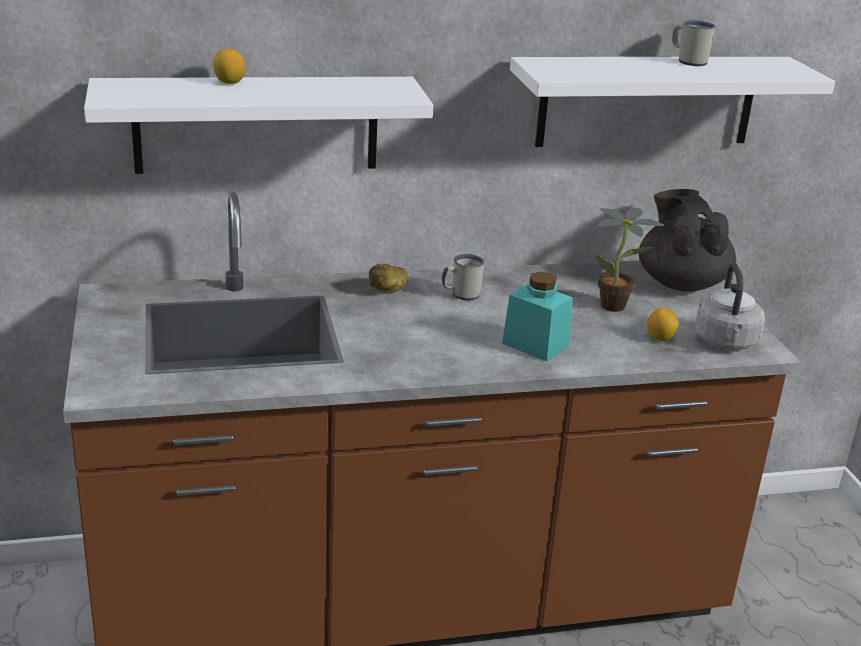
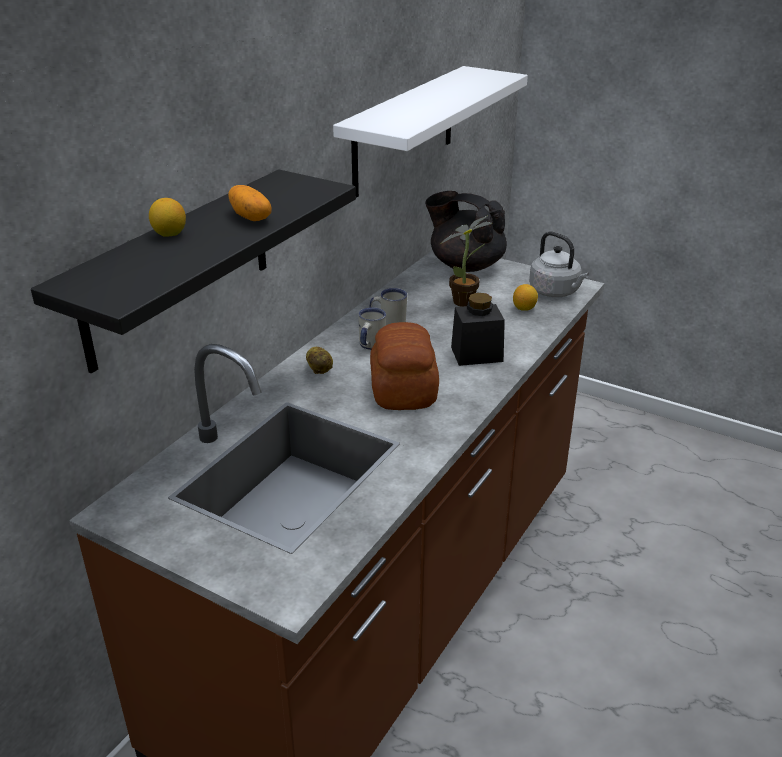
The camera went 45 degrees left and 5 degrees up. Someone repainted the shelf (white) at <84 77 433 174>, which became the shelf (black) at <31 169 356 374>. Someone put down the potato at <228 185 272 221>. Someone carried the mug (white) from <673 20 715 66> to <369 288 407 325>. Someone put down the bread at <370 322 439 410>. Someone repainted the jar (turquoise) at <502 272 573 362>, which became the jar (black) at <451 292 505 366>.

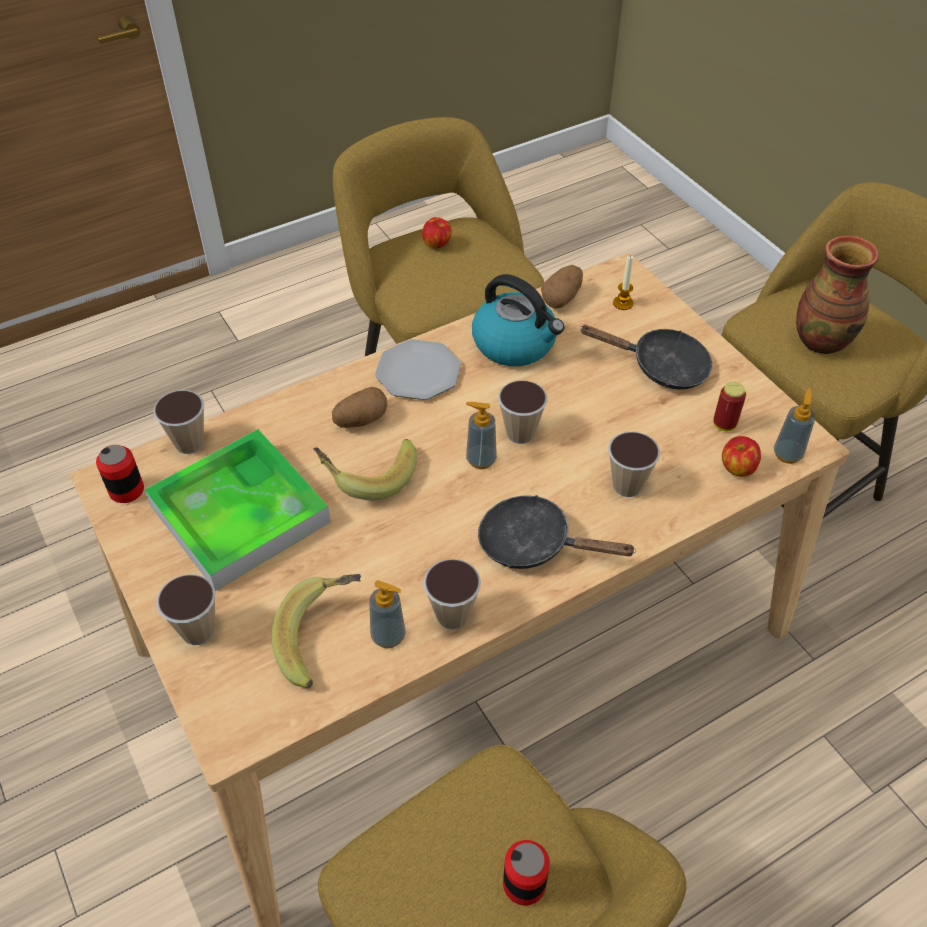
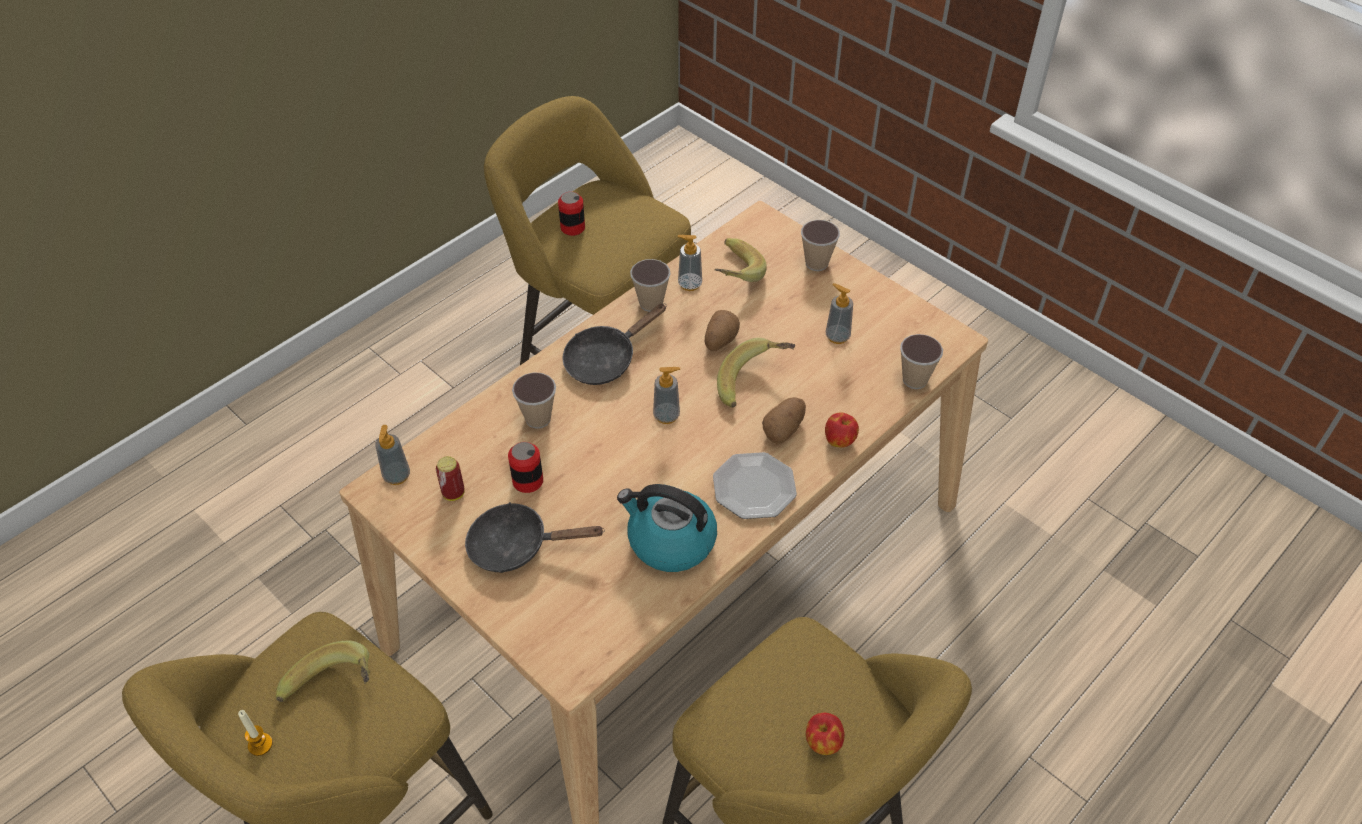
The camera went 165 degrees right and 0 degrees up. Someone carried the candle from <613 255 633 310> to <238 710 273 756>. Someone swapped the vase at <796 235 879 354> for the banana at <276 641 370 702>. Someone carried the can from <96 445 144 503> to <508 442 543 493>. Someone rotated the frying pan (black) at <478 495 636 569> by 135 degrees clockwise. Someone carried the potato from <541 265 583 309> to <705 310 740 351>. Someone carried the apple from <722 436 761 477> to <825 413 859 448>. Someone swapped the tray at <145 429 331 591> for the soap dispenser at <826 283 853 344>. Someone took away the cup at <498 380 548 444>.

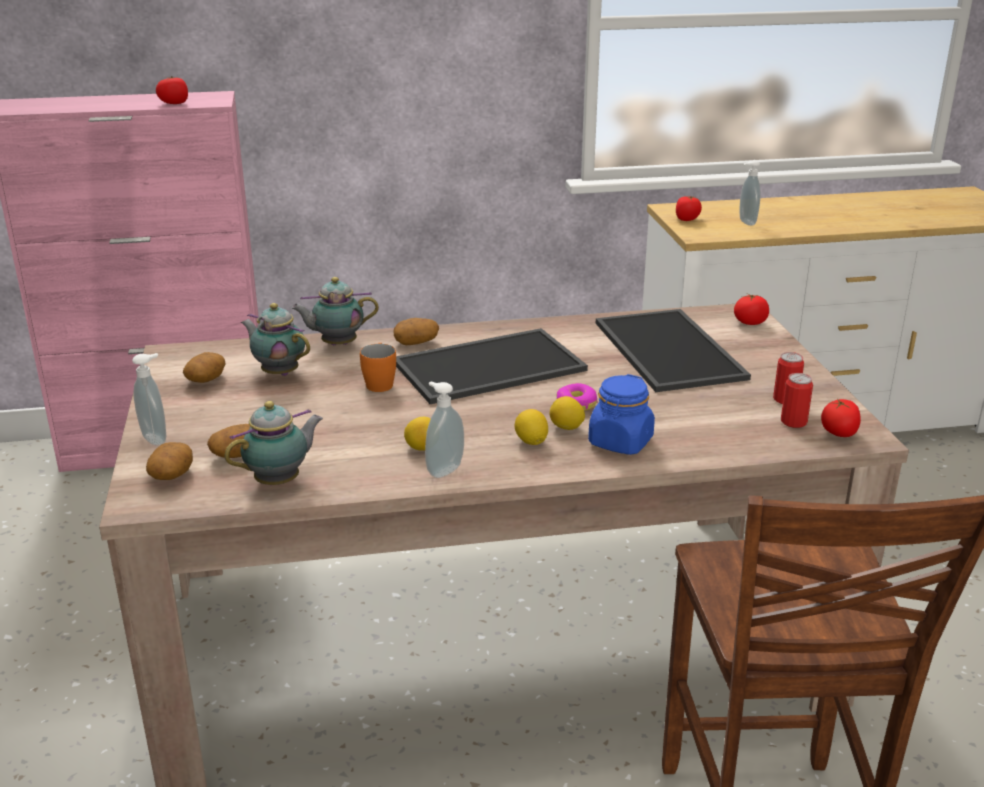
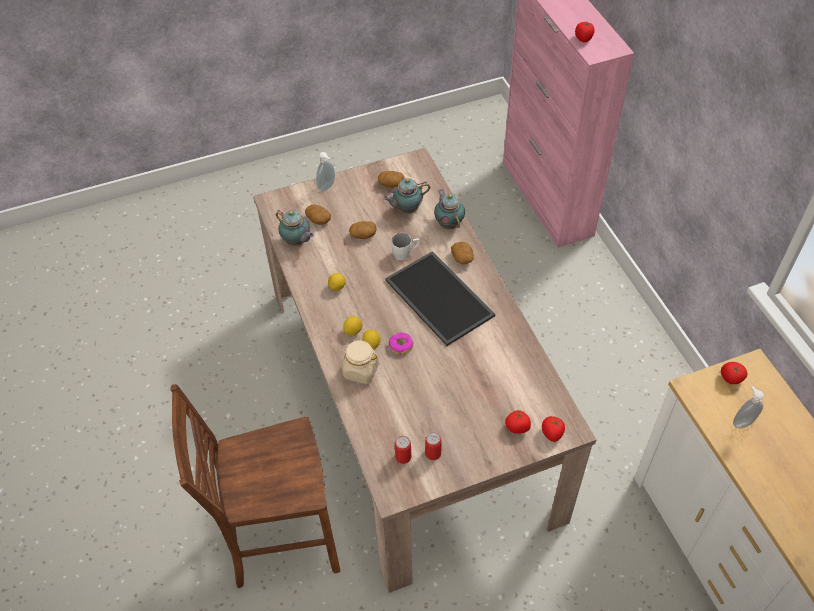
The camera went 80 degrees right and 25 degrees up. Someone repainted the jar (blue) at <588 374 655 455>, which became the jar (beige) at <339 340 380 384>. Someone carried the potato from <146 442 193 480> to <349 221 377 239>. Someone rotated the teapot at <241 303 310 376> by 135 degrees counterclockwise. Someone repainted the mug (orange) at <360 343 396 392>, which became the mug (white) at <391 233 420 260>. Someone carried the tomato from <821 399 861 437> to <505 409 531 434>. Someone took away the soap dispenser at <425 381 464 478>. Someone took away the tray at <596 309 751 392>.

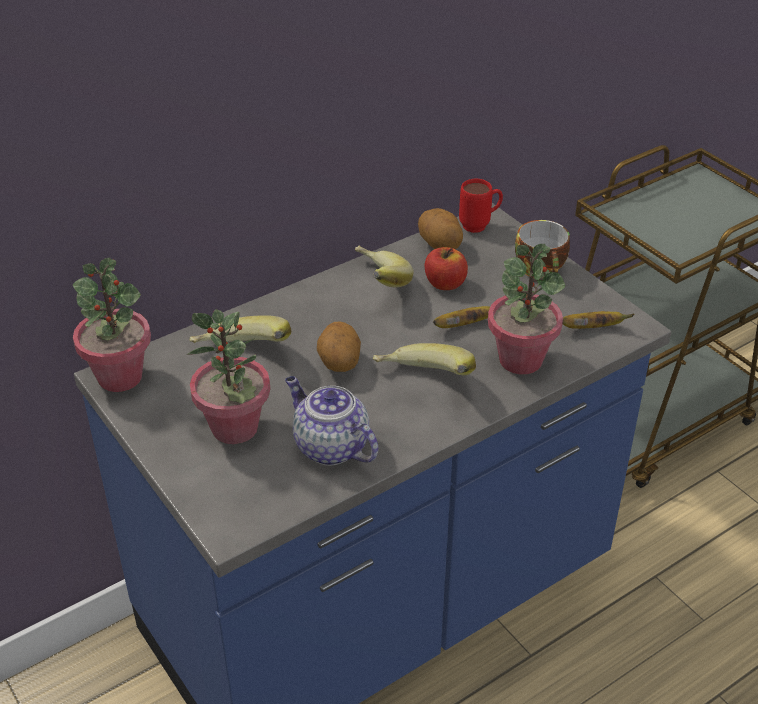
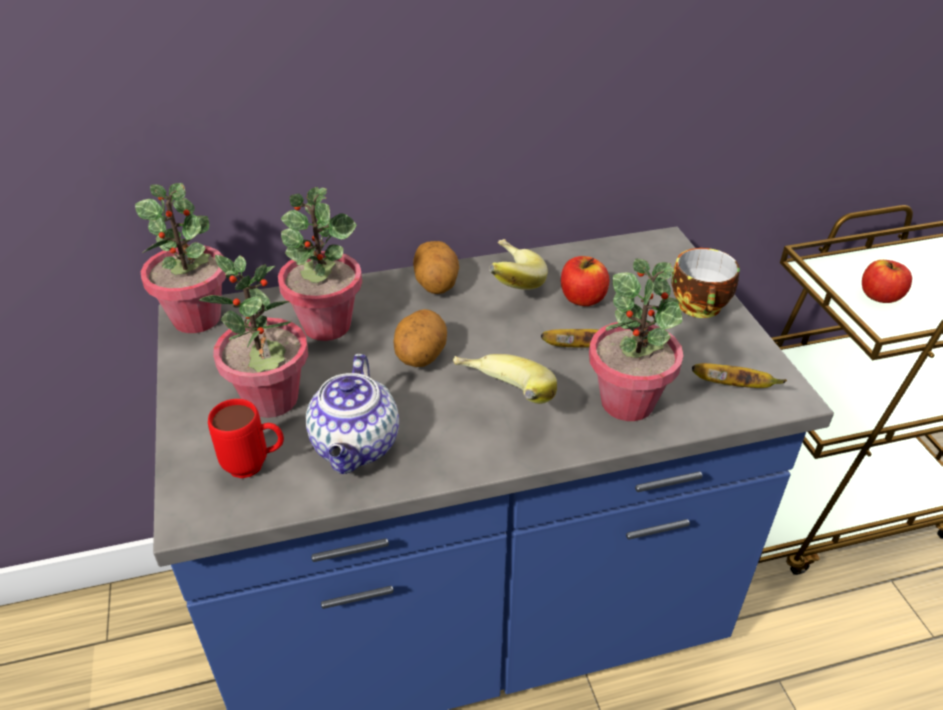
The camera went 20 degrees right and 0 degrees up. Someone carried the mug (red) from <459 179 503 233> to <208 399 284 478>. Someone swapped the banana at <189 315 291 343> for the potted plant at <278 187 362 341>. Someone rotated the teapot at <285 376 378 466> by 150 degrees counterclockwise. Someone carried the potato from <418 208 463 249> to <413 241 459 294>. Someone put down the apple at <862 260 912 303>.

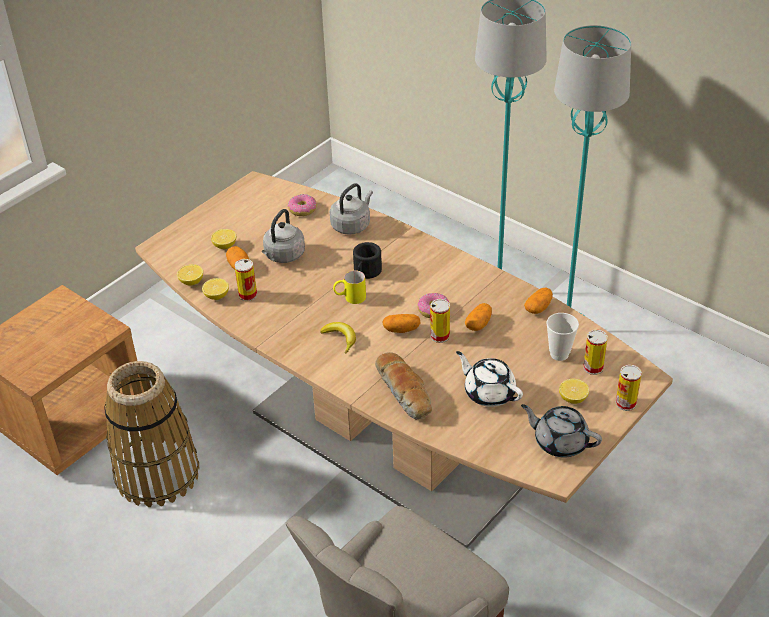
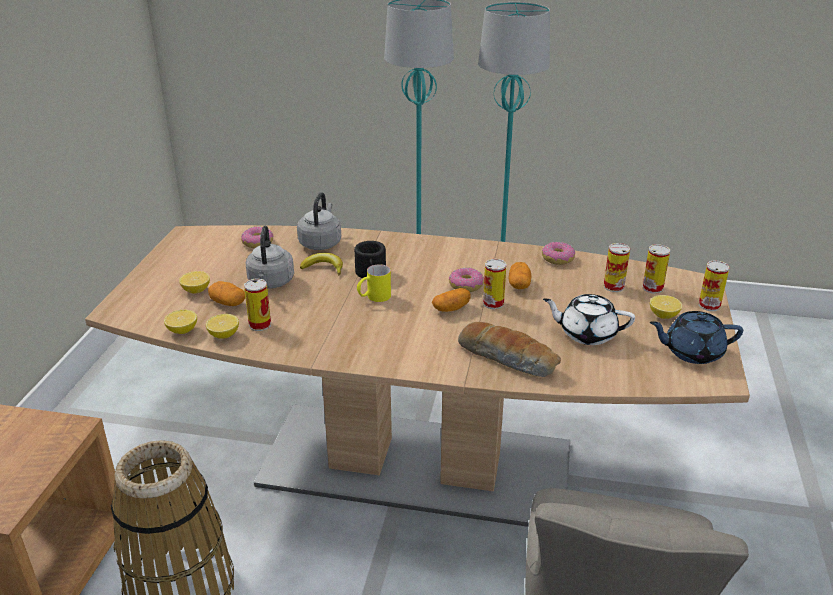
The camera went 30 degrees left and 10 degrees down. Someone carried the banana from <320 322 356 354> to <300 253 343 276>. Someone swapped the potato at <524 287 553 314> for the donut at <542 242 575 265>. Someone swapped the cup at <546 313 579 361> for the can at <604 243 630 292>. Someone repainted the teapot (grey) at <521 404 602 458>, which became the teapot (blue) at <650 311 743 364>.

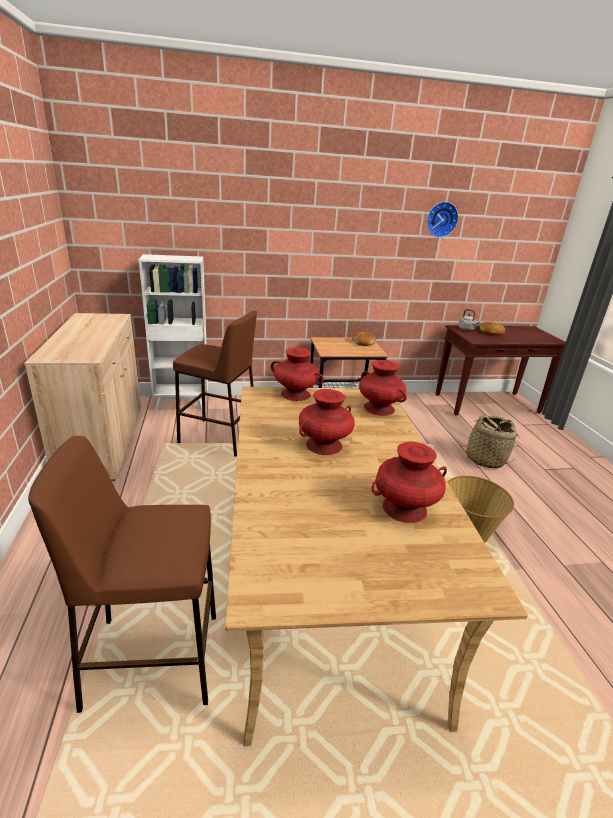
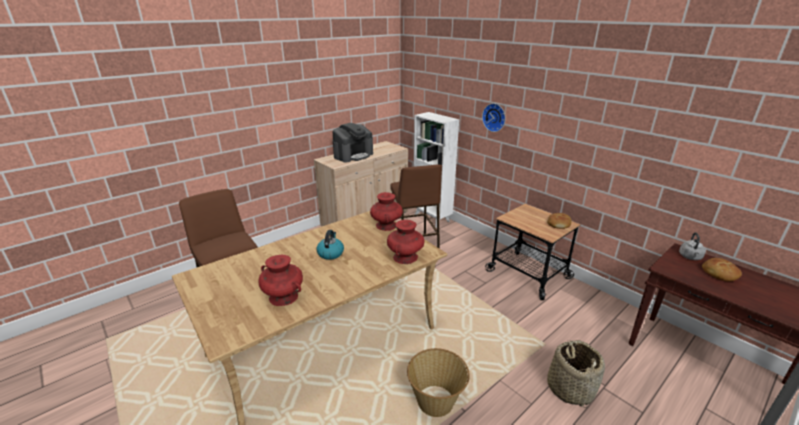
The camera went 60 degrees right and 0 degrees up. Someone swapped the vase (red) at <299 389 355 455> for the kettle at <316 230 344 260>. Someone put down the coffee machine at <333 123 373 162>. Someone carried the wall clock from <427 202 458 238> to <482 103 505 132>.

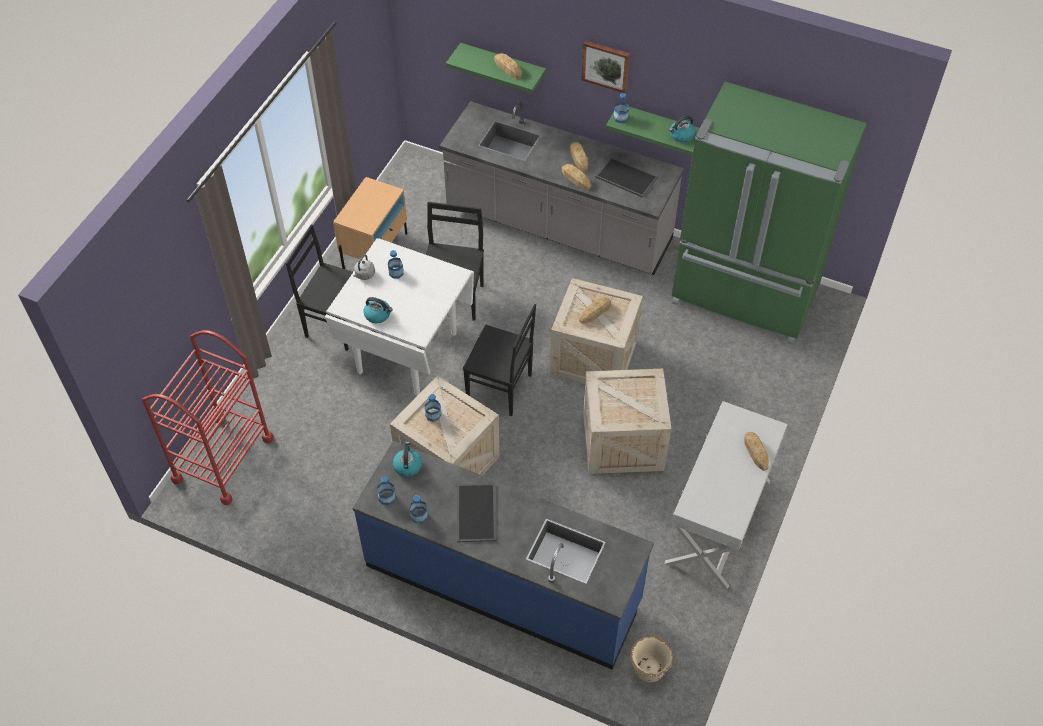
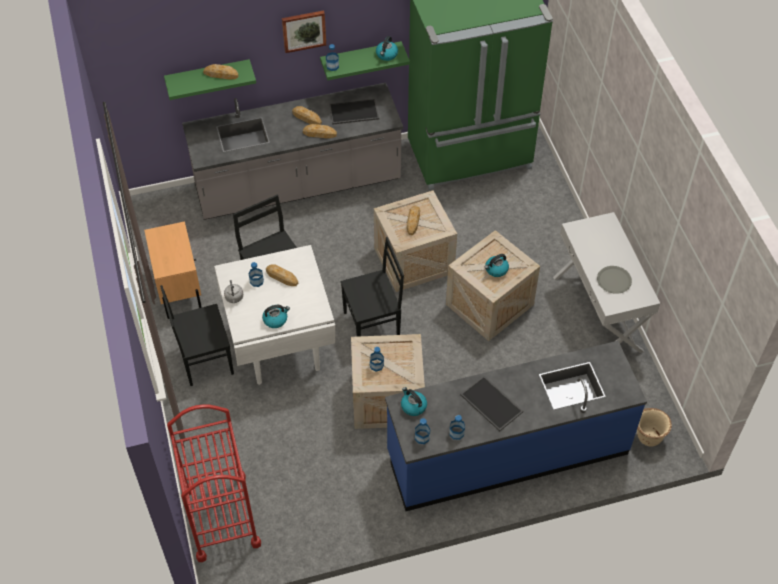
The camera went 40 degrees left and 0 degrees up. Someone carried the bread from <744 432 769 471> to <266 264 298 286>. Someone put down the kettle at <485 254 509 277>. Someone put down the plate (grey) at <597 266 632 294>.

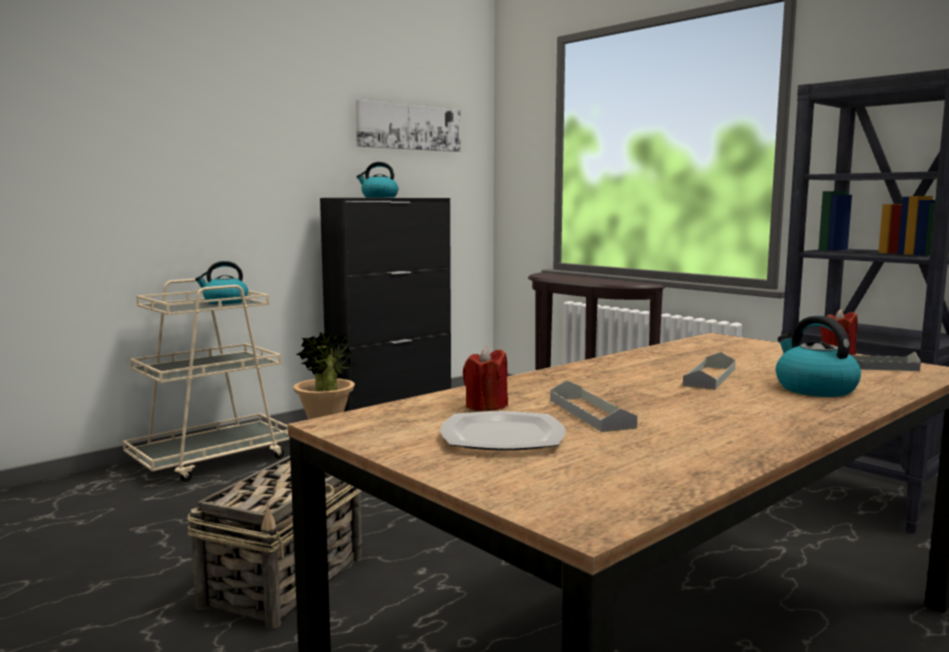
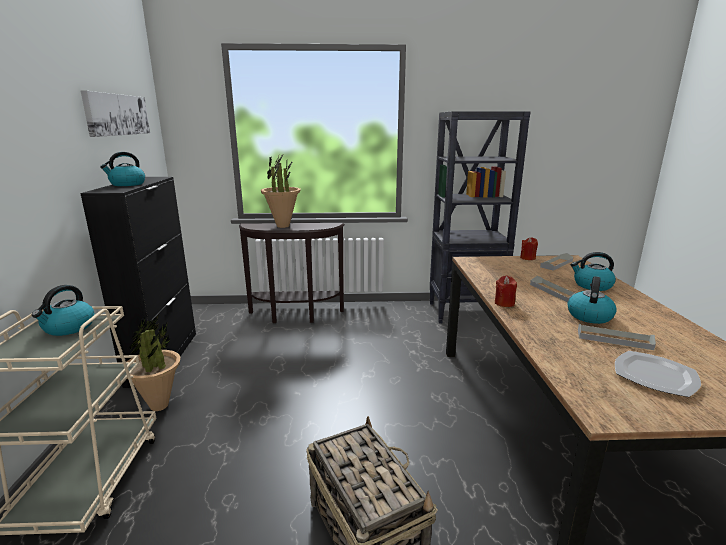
The camera went 50 degrees left and 10 degrees up. Someone put down the potted plant at <261 153 301 228>. Someone carried the candle (red) from <463 347 508 411> to <495 275 517 307>. Someone put down the kettle at <568 276 617 324>.

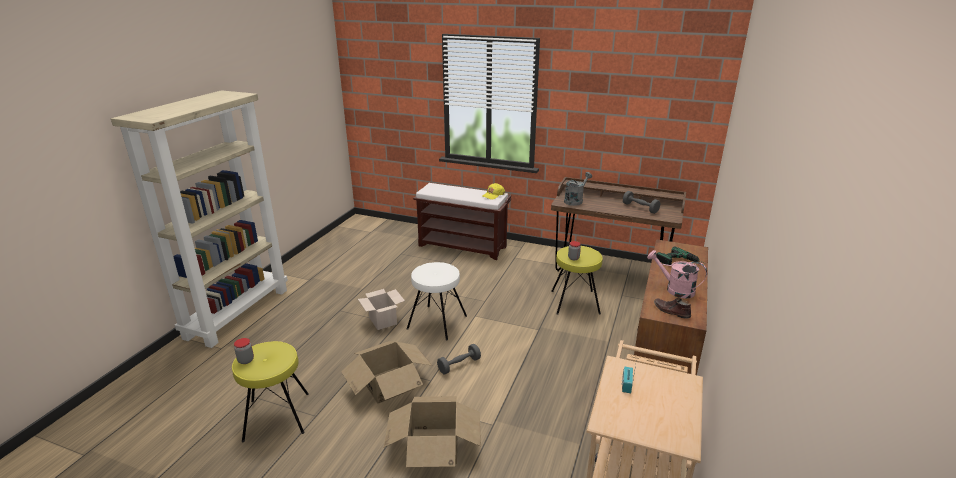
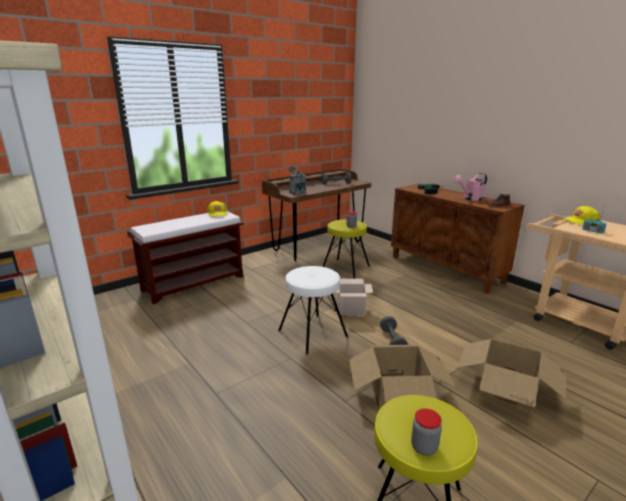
The camera went 60 degrees left and 5 degrees down. Someone carried the cardboard box from <358 289 405 330> to <334 279 373 315>. Someone put down the cap (yellow) at <564 206 600 225>.

